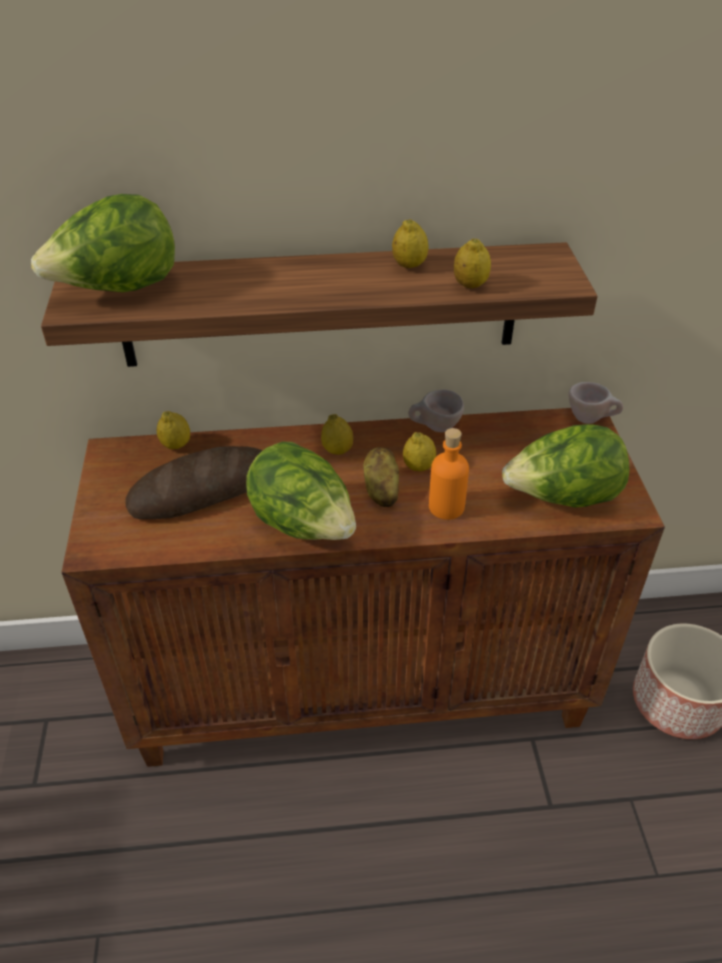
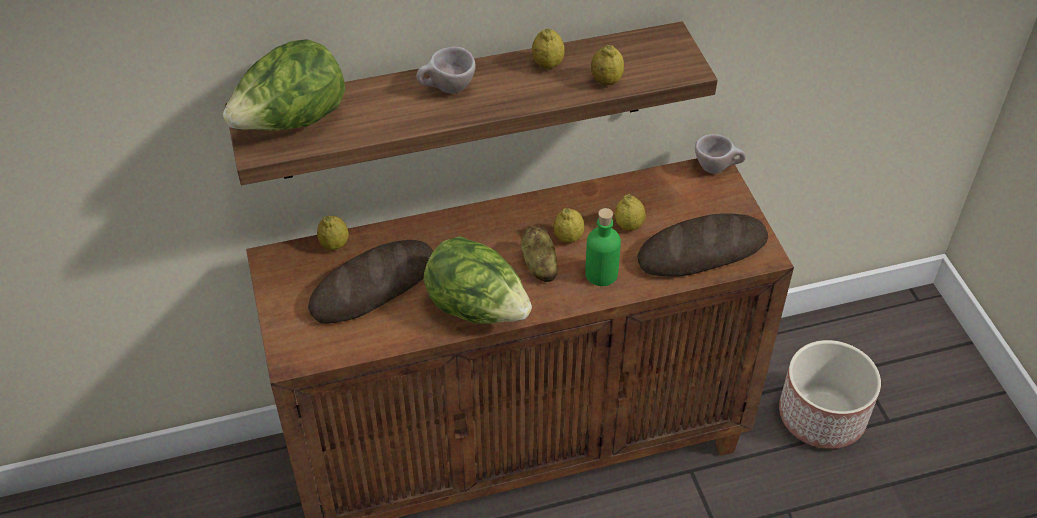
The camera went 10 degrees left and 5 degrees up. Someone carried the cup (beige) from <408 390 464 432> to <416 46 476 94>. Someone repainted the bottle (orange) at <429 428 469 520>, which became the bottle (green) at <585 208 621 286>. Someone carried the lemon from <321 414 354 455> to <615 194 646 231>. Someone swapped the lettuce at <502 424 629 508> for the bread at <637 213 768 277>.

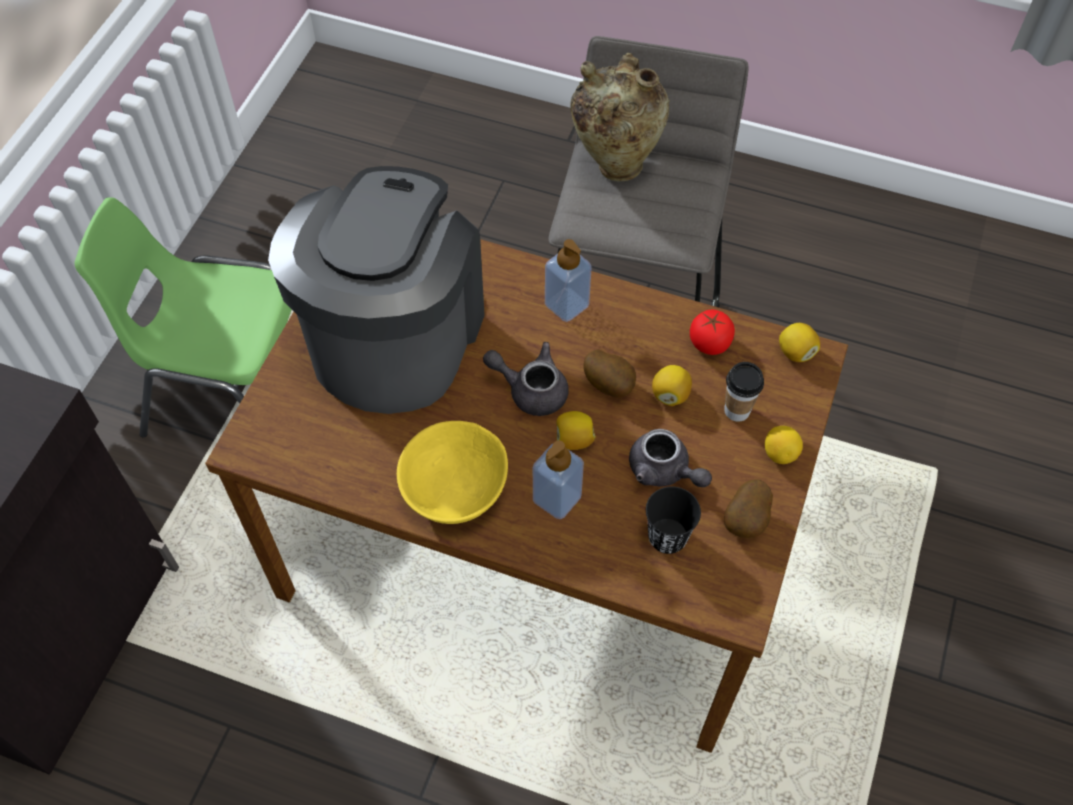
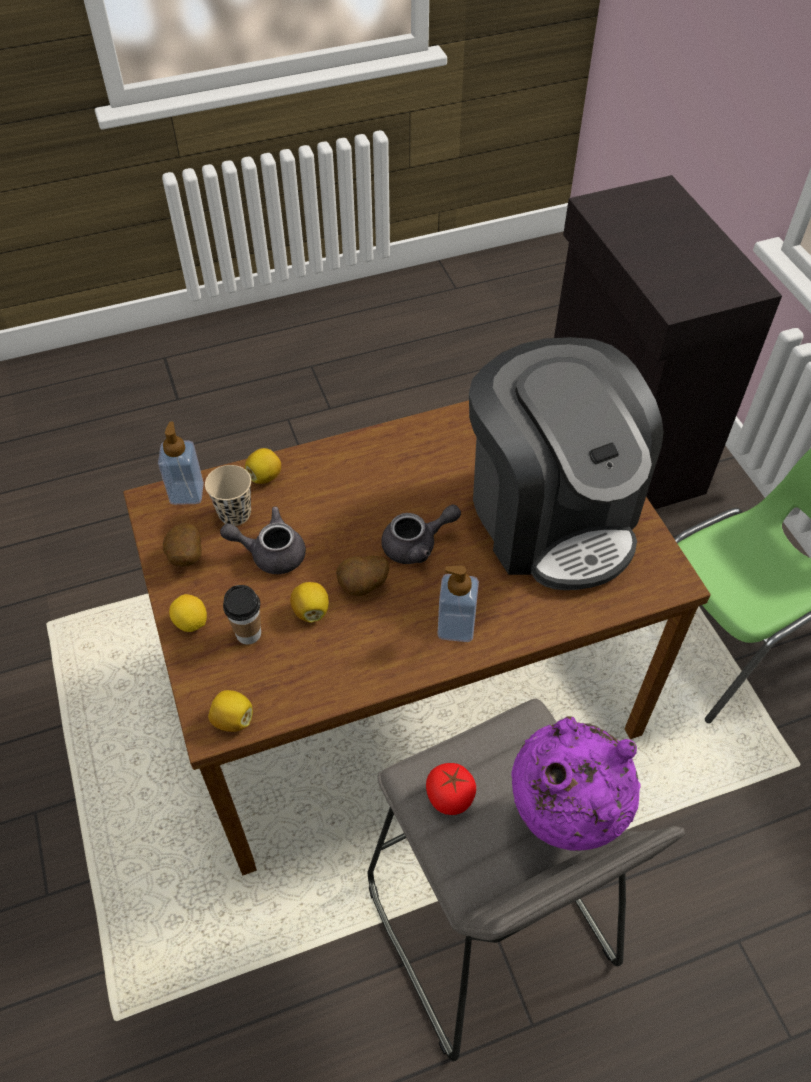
The camera went 140 degrees right and 5 degrees down. Someone carried the soap dispenser from <533 440 584 520> to <158 422 204 505>. Someone repainted the cup (black) at <646 486 701 554>, which became the cup (beige) at <205 465 251 526>. Someone carried the lemon from <556 411 596 450> to <245 448 281 484>. Someone carried the tomato from <690 310 735 355> to <426 763 476 815>. Someone repainted the vase (beige) at <570 53 670 181>, which became the vase (purple) at <512 717 640 851>. Someone took away the bowl (yellow) at <397 421 508 524>.

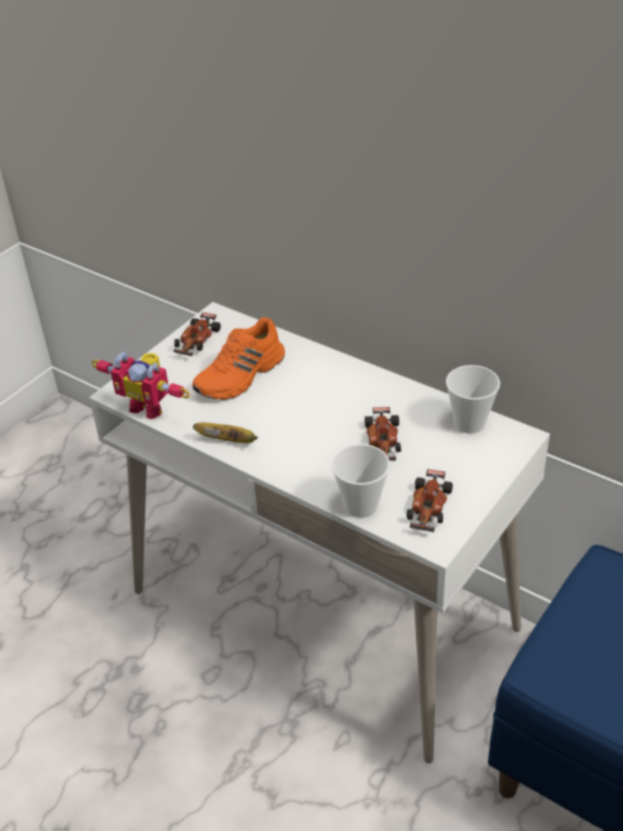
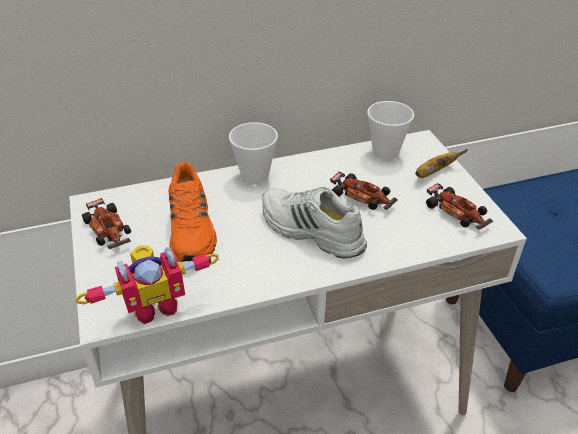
The camera went 55 degrees left and 0 degrees up. Someone carried the cup from <331 444 390 518> to <229 122 278 185>. Someone put down the shoe (white) at <262 186 367 259>. Someone carried the banana from <193 423 258 443> to <415 149 468 178>.

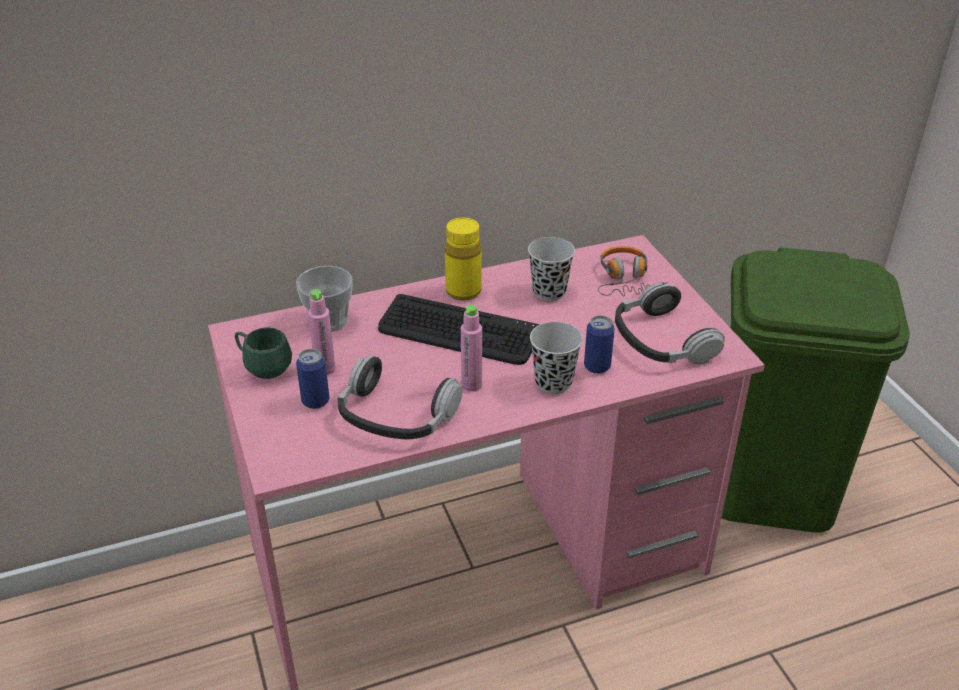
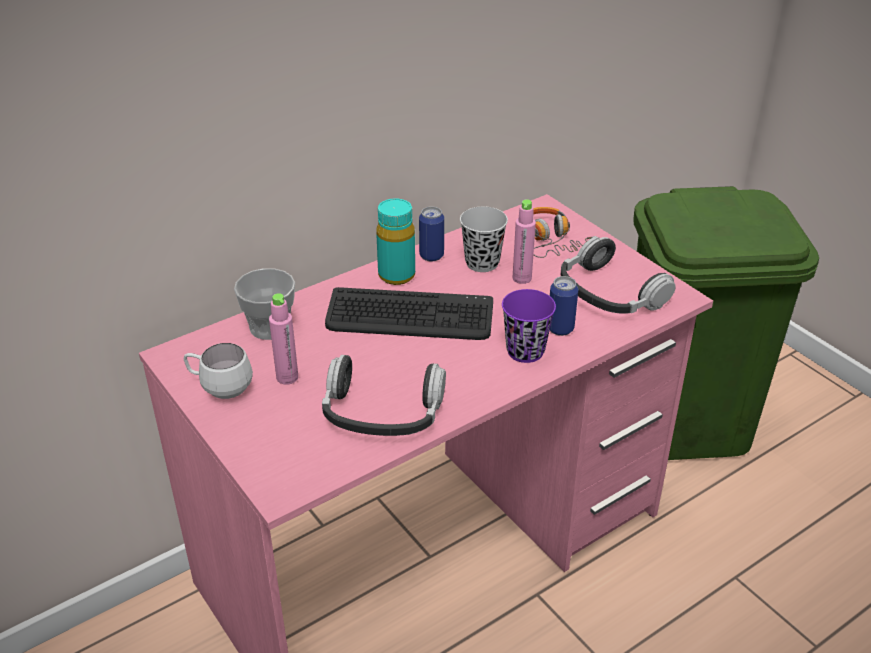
The camera went 15 degrees left and 0 degrees up. Someone repainted the mug (green) at <235 327 292 379>, which became the mug (white) at <184 343 253 399>. Someone repainted the bottle (yellow) at <445 218 482 301>, which became the bottle (turquoise) at <376 198 415 285>. Someone carried the can from <296 349 330 409> to <419 206 444 261>. Someone repainted the cup (black) at <530 322 583 394>, which became the cup (purple) at <502 289 556 363>. Someone carried the bottle (pink) from <461 305 482 392> to <513 199 536 284>.

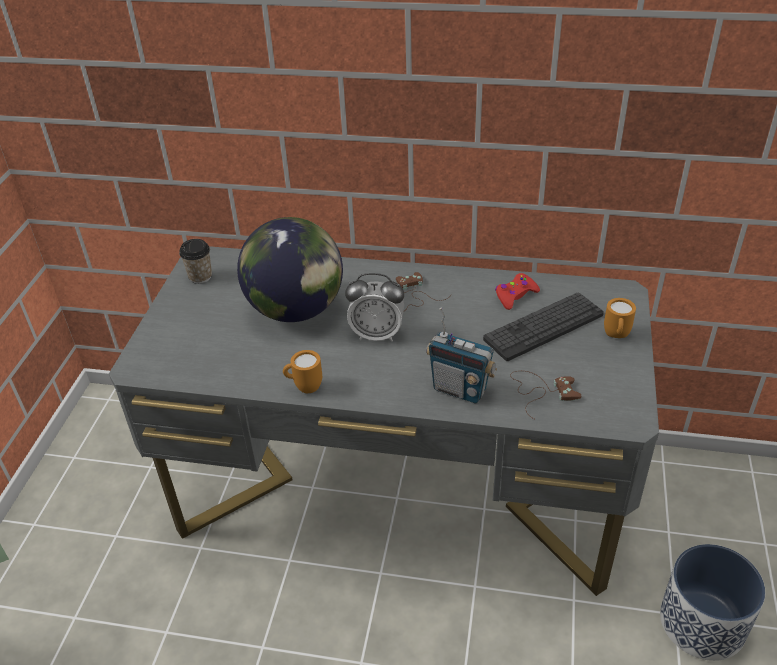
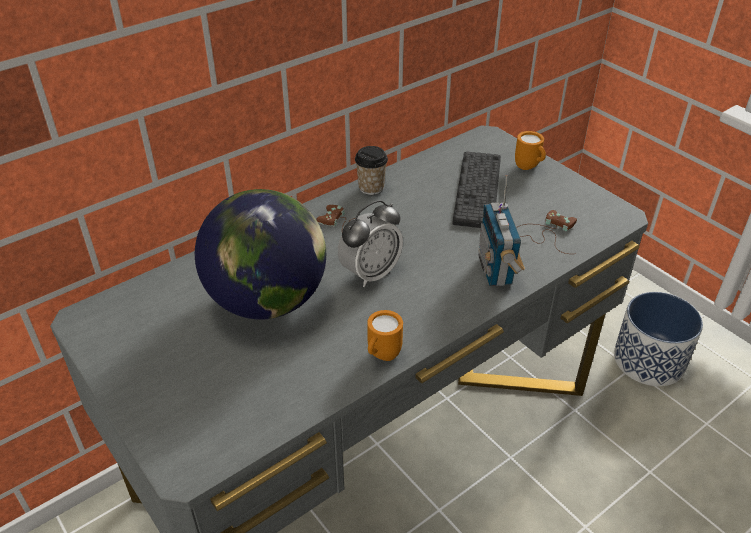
The camera went 50 degrees left and 0 degrees up. Someone carried the cup from <179 239 212 284> to <355 146 388 195>. Someone rotated the radio at <426 308 497 404> by 105 degrees clockwise. Someone took away the game controller (red) at <495 273 540 310>.

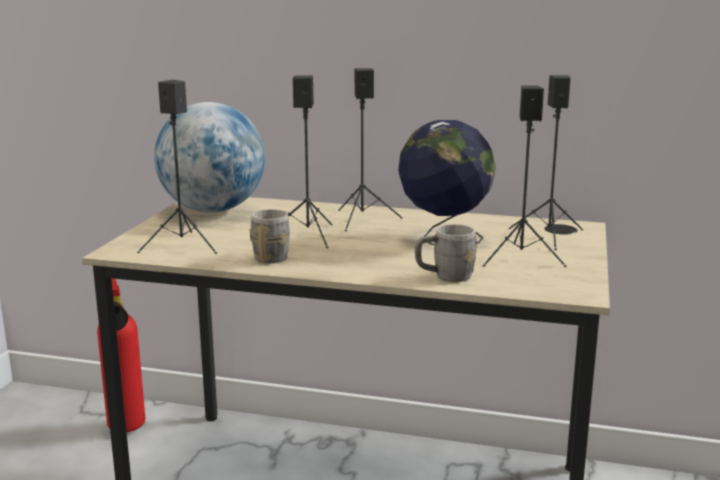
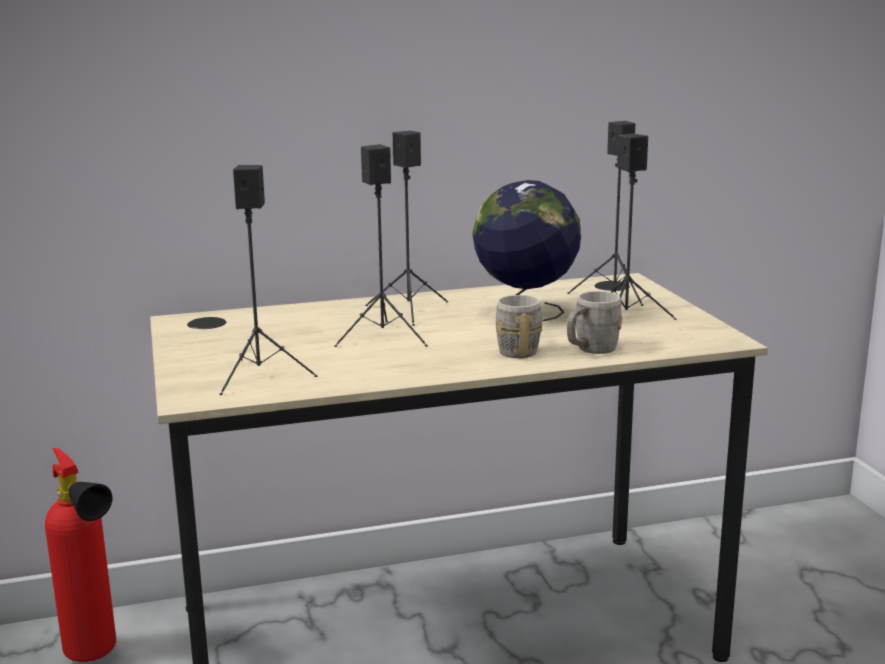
The camera went 30 degrees left and 0 degrees up. Someone carried the mug (grey) from <249 209 290 263> to <496 295 543 358>. Someone took away the globe at <154 102 265 213>.

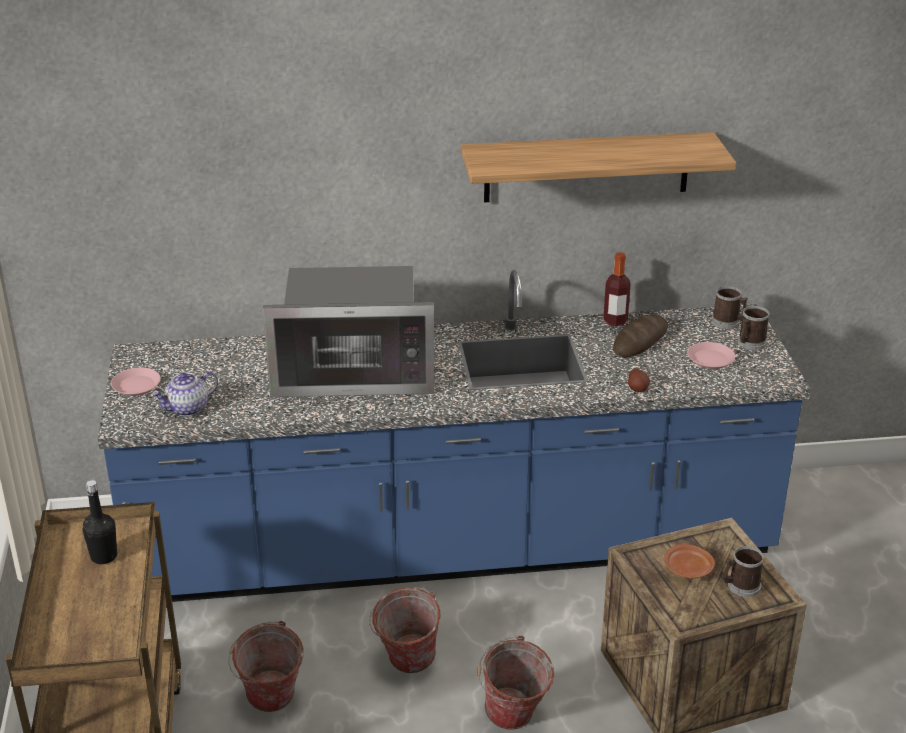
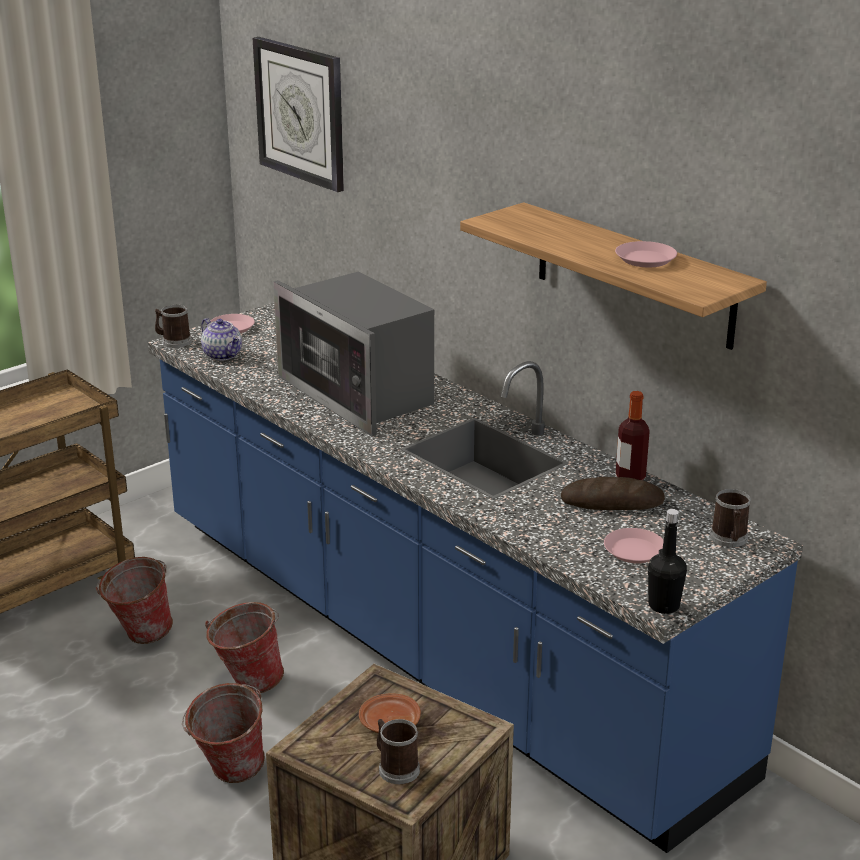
The camera went 55 degrees right and 5 degrees down. Someone carried the mug from <738 306 770 350> to <155 305 192 348>. Someone rotated the teapot at <152 371 218 416> by 150 degrees counterclockwise. Someone put up the wall clock at <253 37 344 192>. Someone put down the plate (pink) at <615 241 677 267>. Someone carried the bottle (black) from <82 480 117 564> to <648 509 687 614>. Someone took away the potato at <628 369 650 392>.

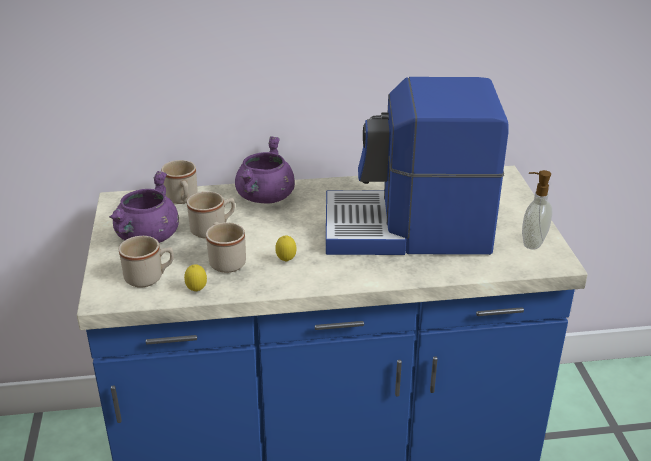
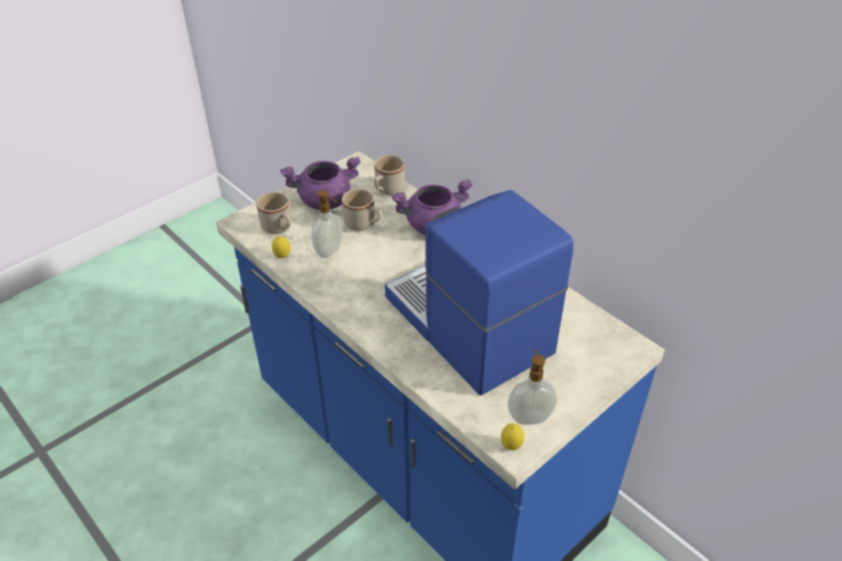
The camera went 55 degrees right and 10 degrees up. Someone swapped the mug (beige) at <206 222 246 273> for the soap dispenser at <312 190 343 258>. Someone carried the lemon from <275 235 297 262> to <501 423 524 450>.

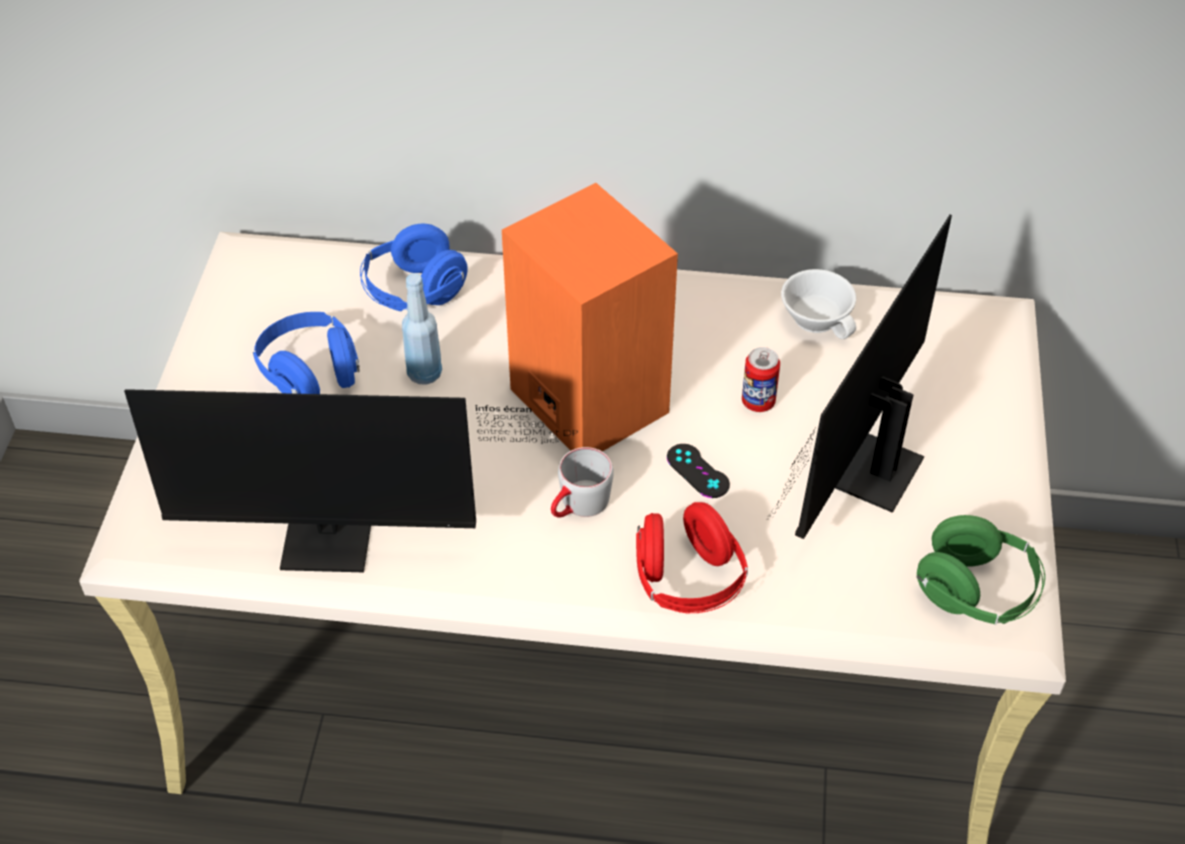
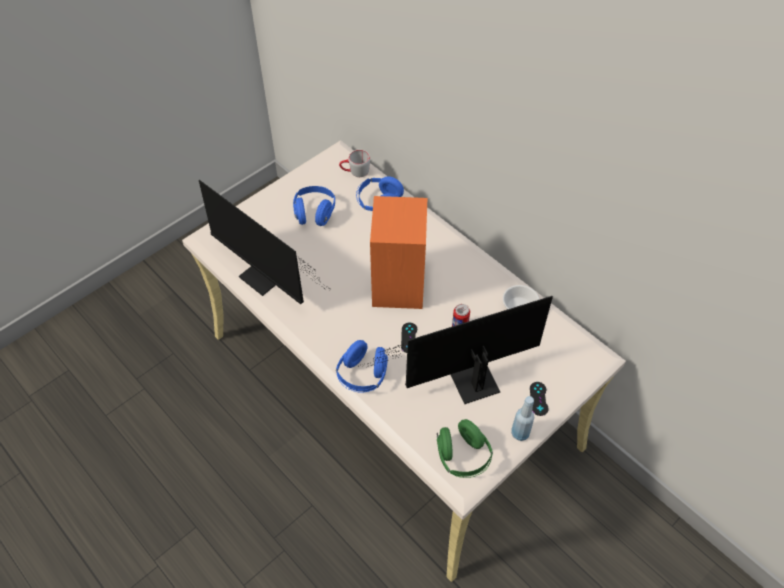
The camera went 40 degrees right and 5 degrees up. Someone repainted the headphones (red) at <636 502 748 613>, which became the headphones (blue) at <336 340 388 393>. Someone carried the mug (grey) from <551 447 614 518> to <339 150 370 177>. Someone carried the bottle (blue) from <402 273 442 385> to <511 396 535 441>. Someone put down the game controller (black) at <530 382 549 416>.

